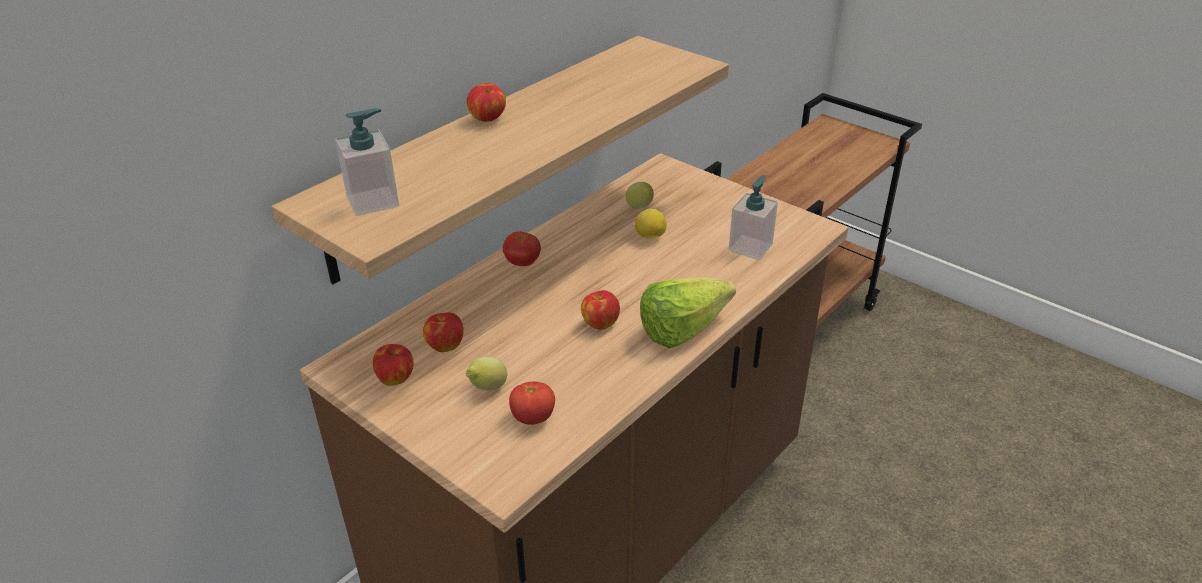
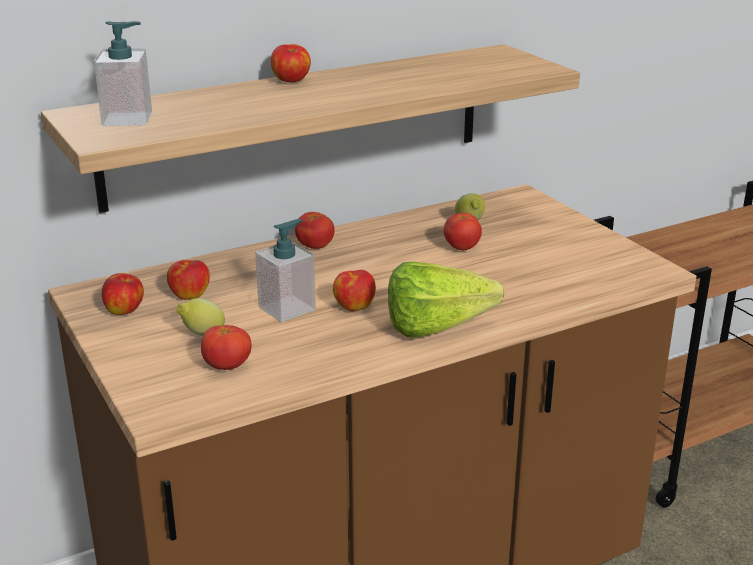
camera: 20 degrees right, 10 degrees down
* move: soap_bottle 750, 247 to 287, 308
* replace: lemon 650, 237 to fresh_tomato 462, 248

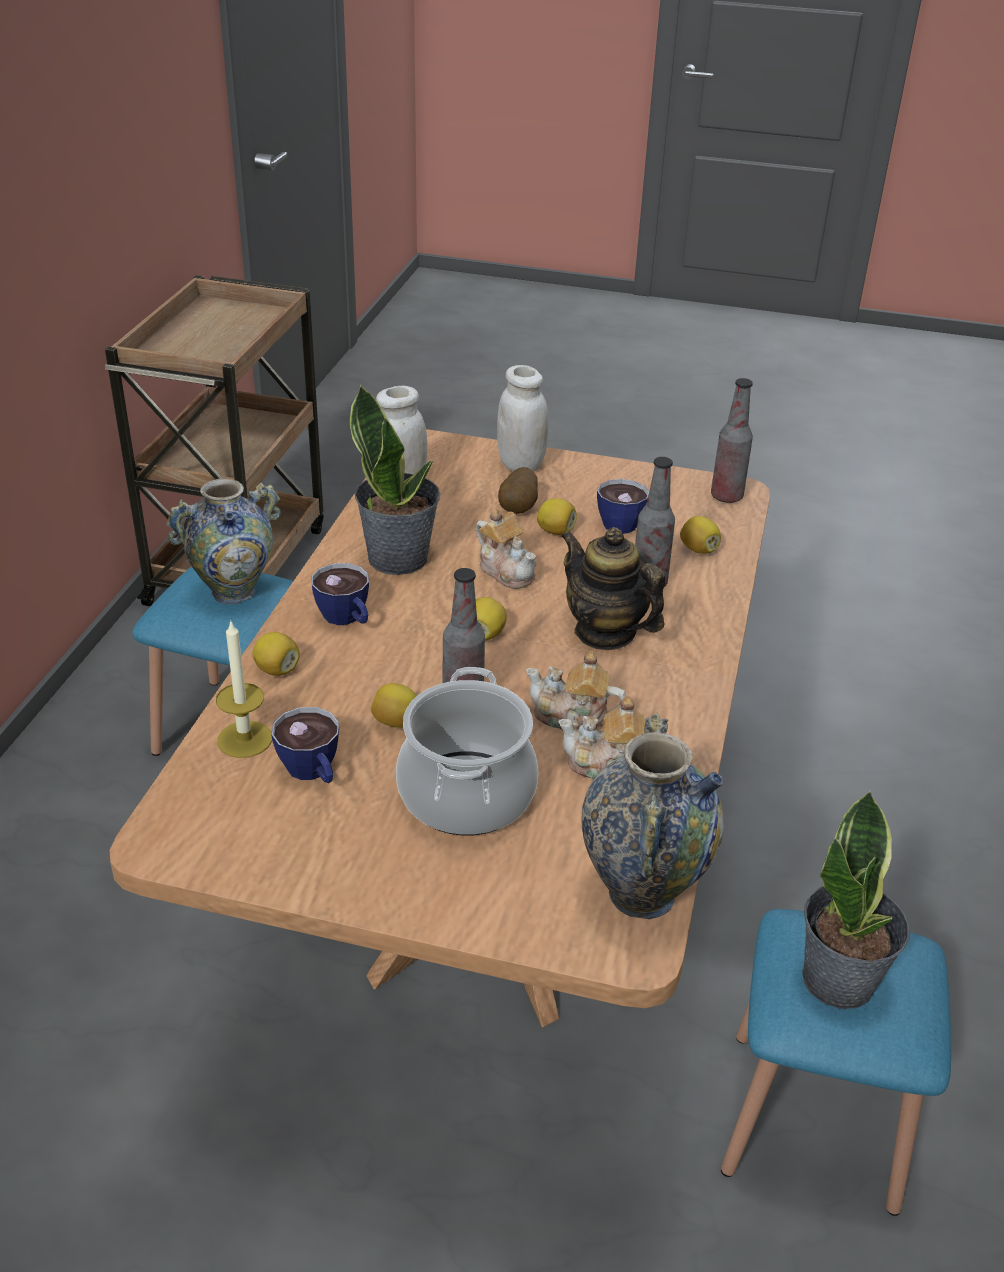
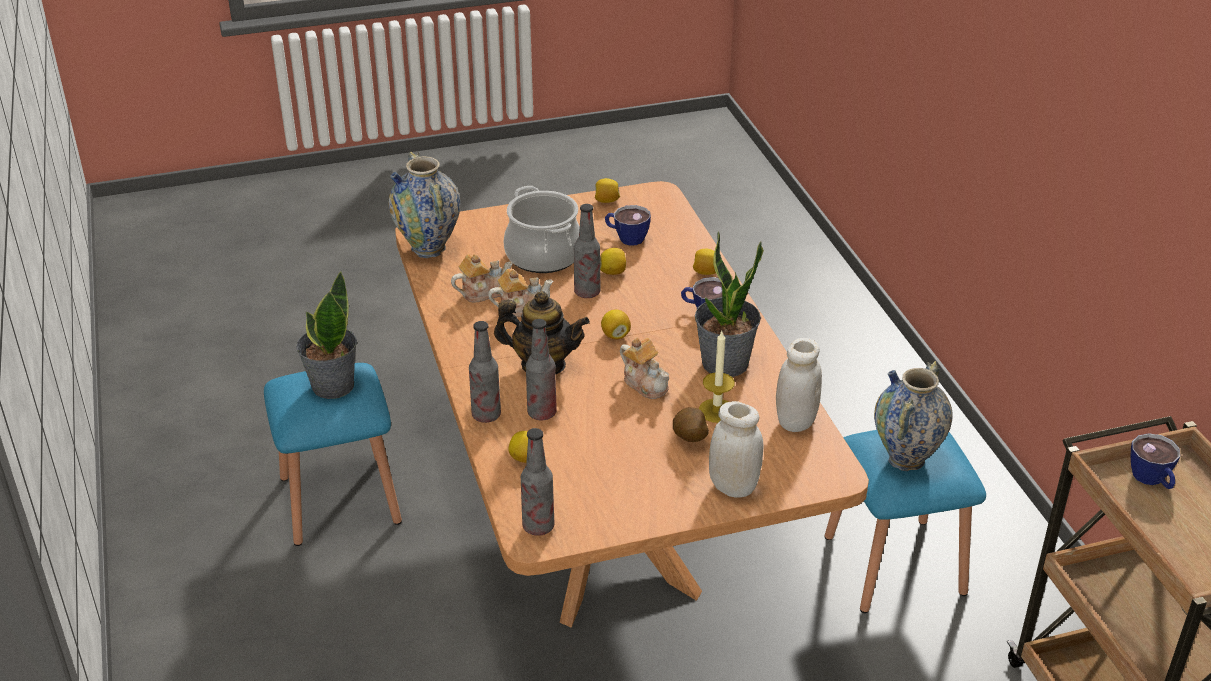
camera: 150 degrees right, 0 degrees up
* insert: beverage_bottle 486, 415
* move: lemon 556, 531 to 606, 201
* rotate: pot_for_tea 507, 570 = 645, 383 150 degrees counterclockwise
* move: wax_light 244, 739 to 717, 410
* move: drinking_cup 621, 521 to 1152, 480

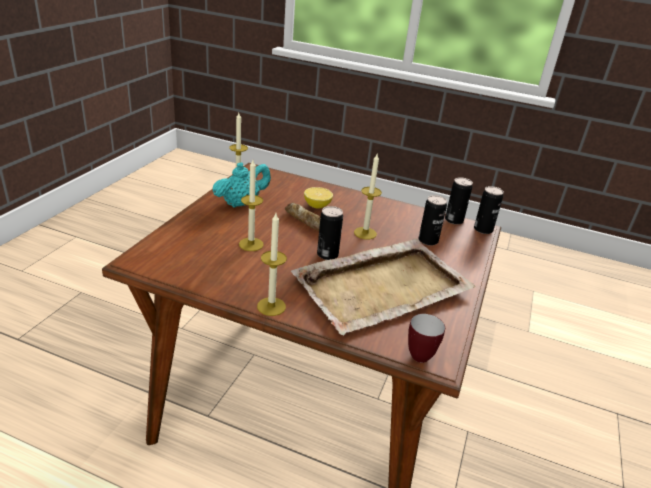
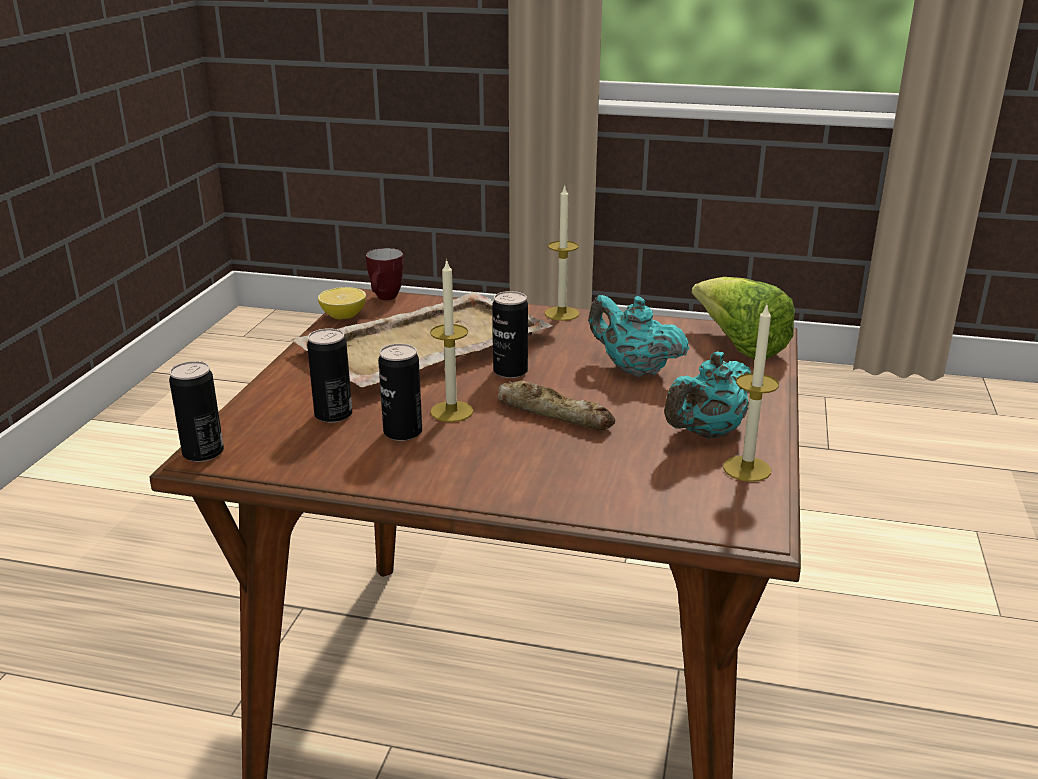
camera: 175 degrees right, 5 degrees down
* move: lemon 317, 206 to 343, 317
* move: sealed_can 454, 220 to 403, 432
* replace: wax_light 251, 244 to blue-green_pot_for_tea 634, 370
* insert: lettuce_head 739, 346

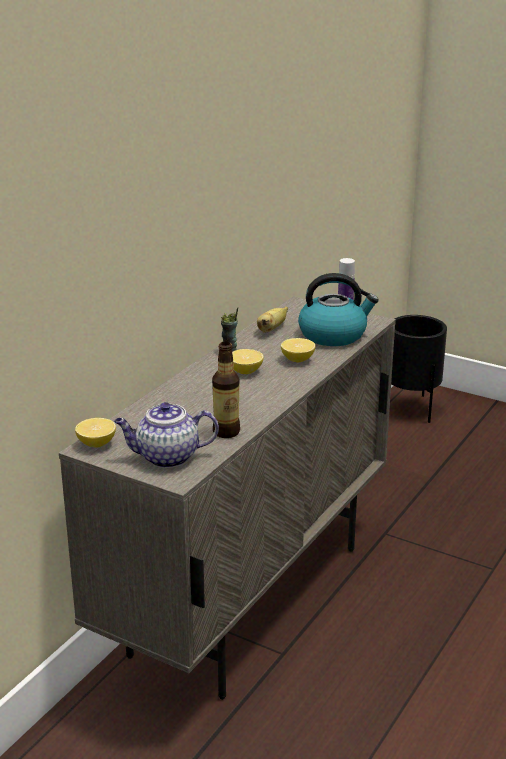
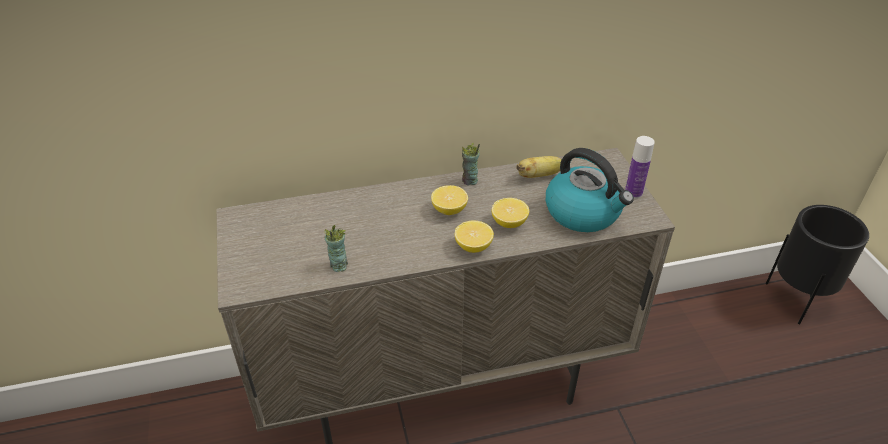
camera: 45 degrees right, 15 degrees up
* replace: beverage_bottle 226, 432 to drinking_cup 338, 265
* move: lemon 97, 444 to 473, 247
* delete: pot_for_tea 166, 457

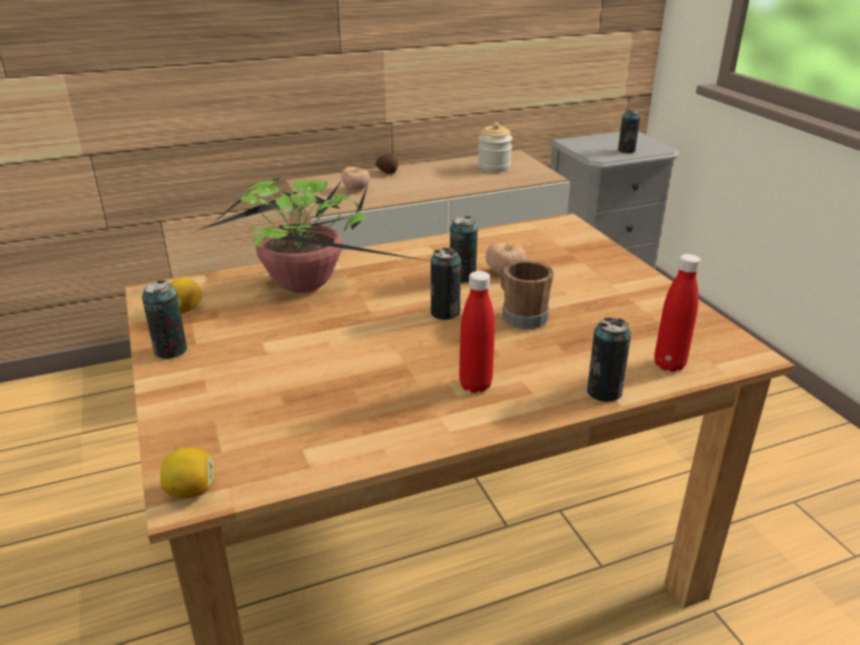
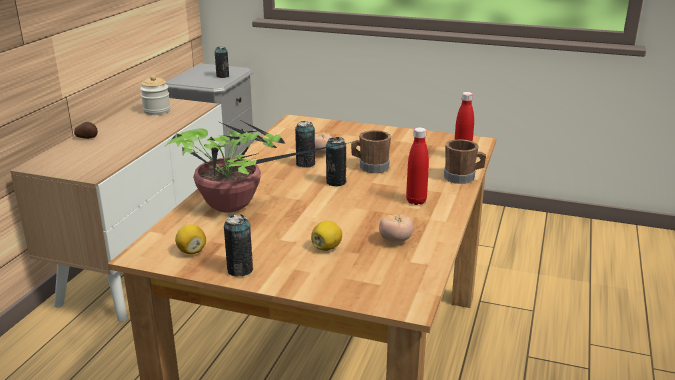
camera: 50 degrees left, 5 degrees down
* move: lemon 191, 490 to 327, 247
* move: fresh_tomato 356, 189 to 395, 240
* replace: sealed_can 604, 392 to brown-coloured_tea_mug 463, 178

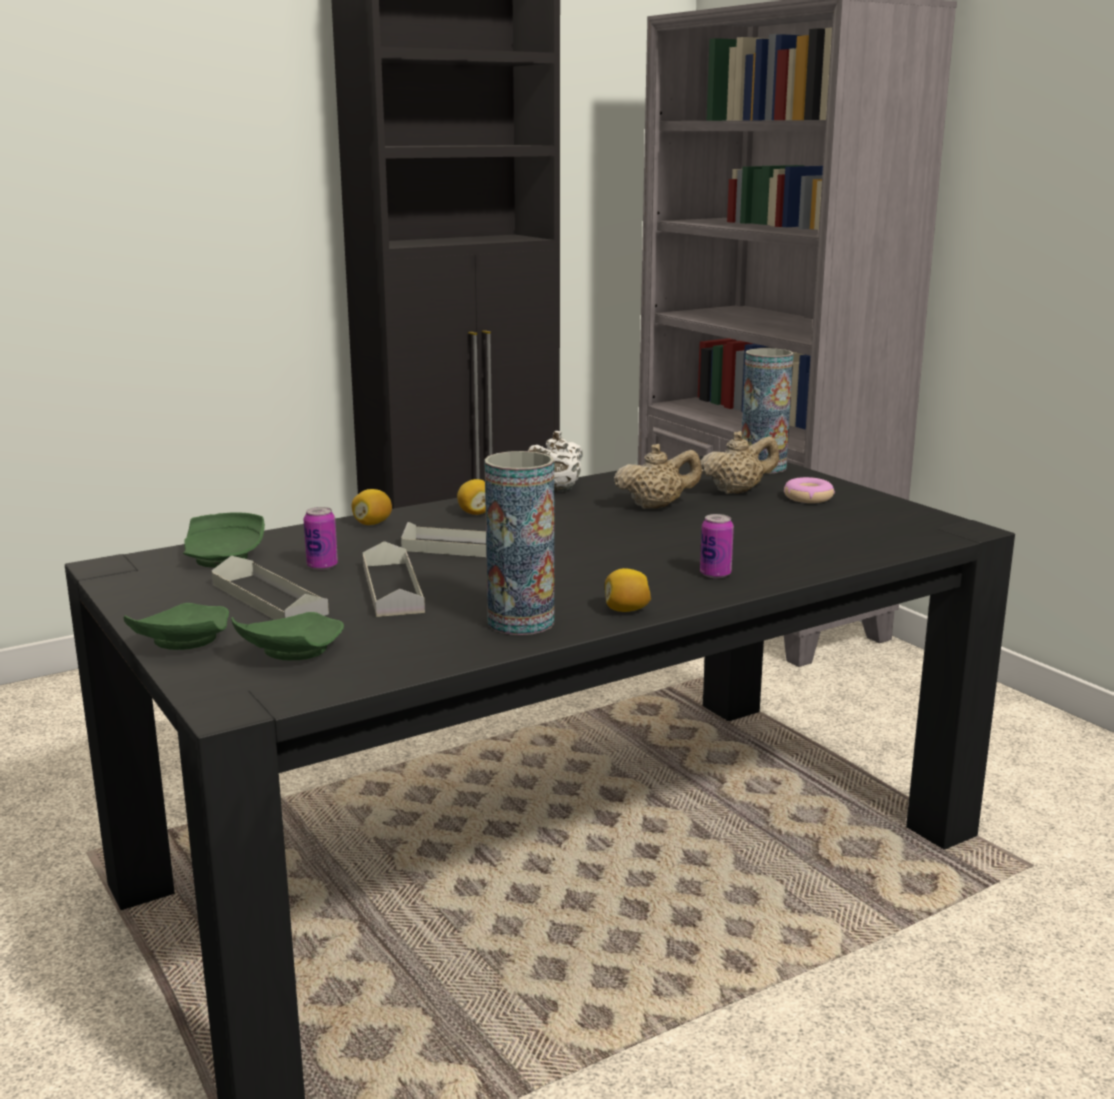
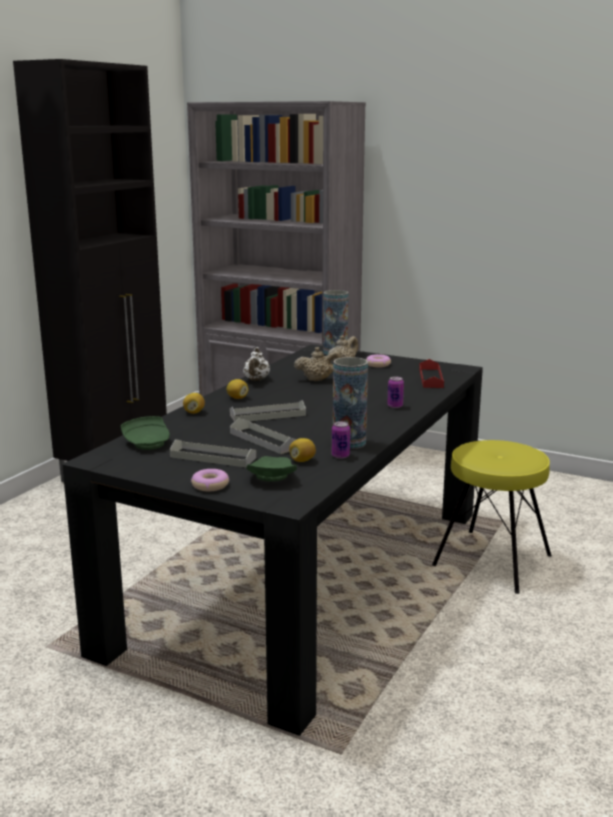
camera: 30 degrees left, 0 degrees up
* replace: greenish_dinner_plate 181, 643 to doughnut 210, 485
* move: lemon 626, 610 to 302, 460
* rotate: beige-coloured_pot_for_tea 656, 506 = 318, 380 45 degrees clockwise
* move: sealed_can 322, 566 to 340, 456
* insert: reddish_serving_tray 431, 378
* insert: yellow_sitting_stool 492, 561

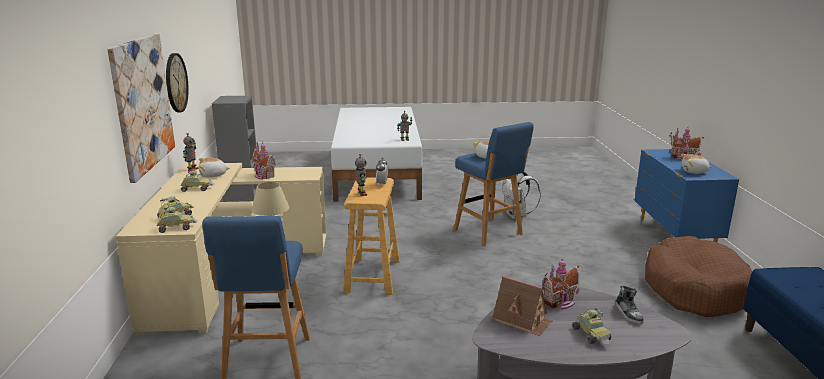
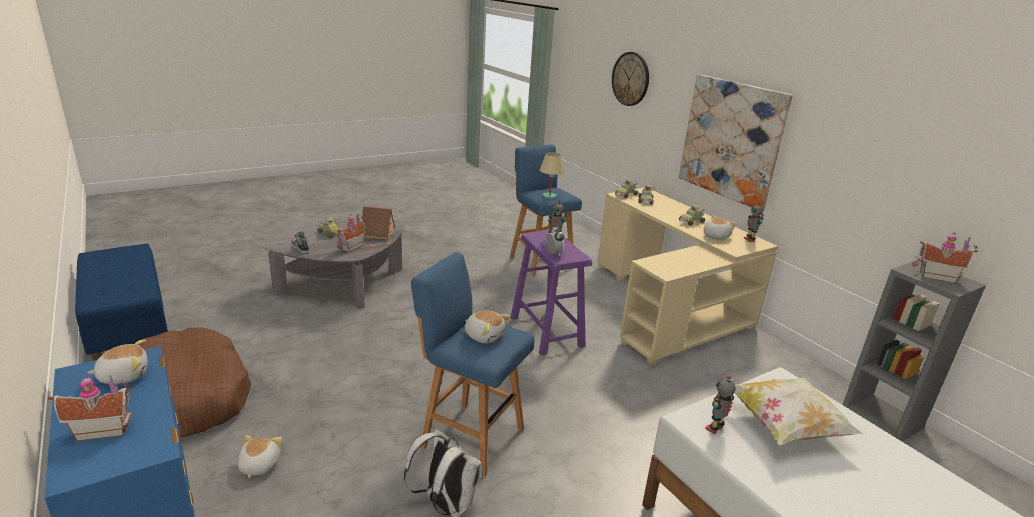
camera: 150 degrees right, 5 degrees up
* insert: plush_toy 258, 465
* recolor: beige-coloured_sitting_stool 372, 276 to purplish_sitting_stool 546, 331
* move: wall_clock 176, 83 to 630, 79
* insert: pillow 786, 427
* move: miniature_house 263, 176 to 935, 276

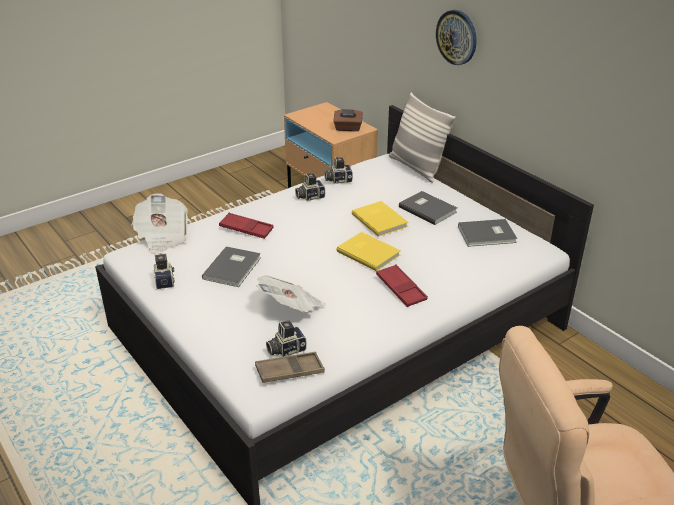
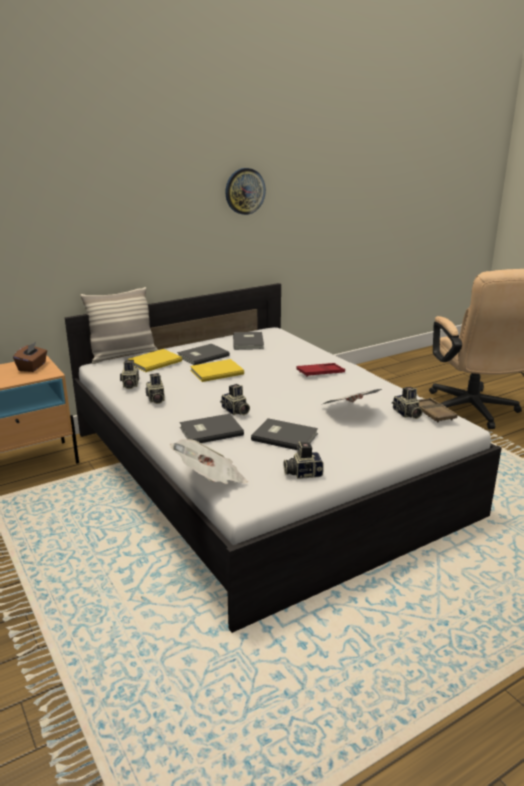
camera: 85 degrees left, 10 degrees down
* move: yellow_volume 368, 252 to 153, 362
* replace: reddish_serving_tray 246, 229 to greyish_volume 210, 430
* insert: photo_camera 235, 411
* move: wall_clock 457, 37 to 244, 191

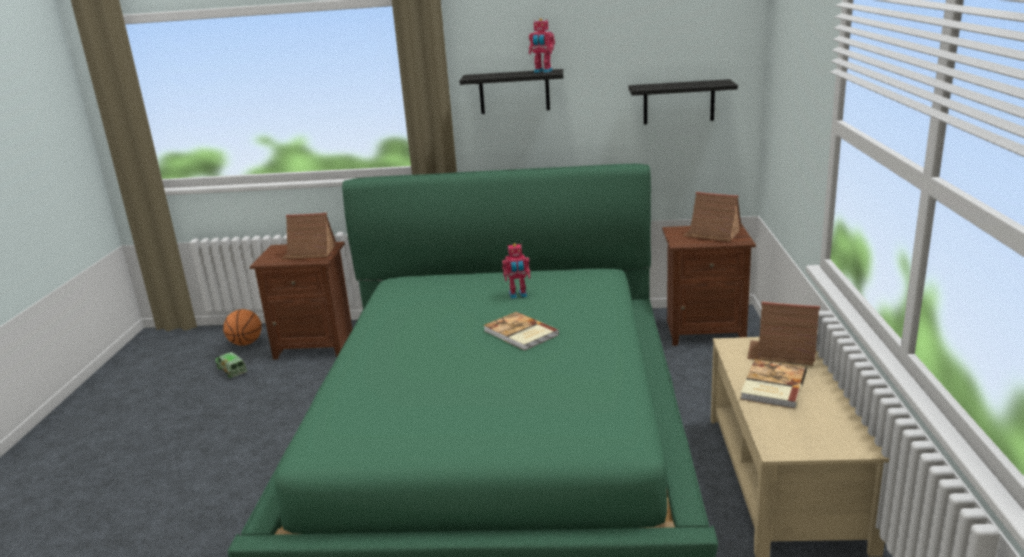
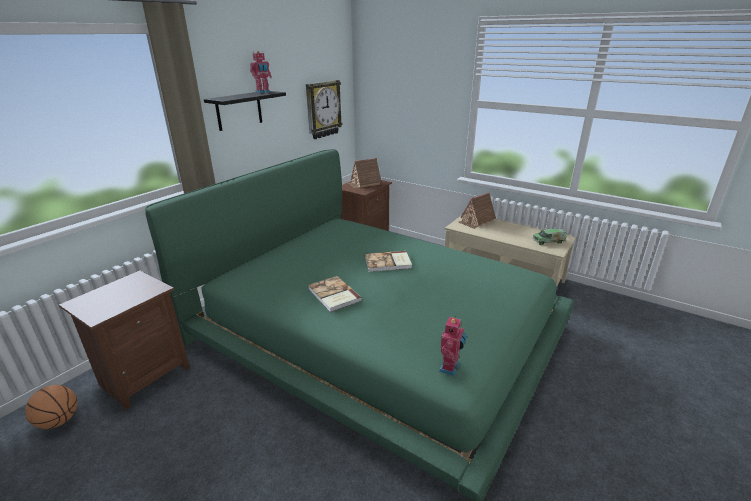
camera: 60 degrees left, 5 degrees up
* replace: black-coloured_shelf 678, 102 to wall_clock 323, 109
* move: volume 772, 386 to 333, 295
* move: model_robot 518, 295 to 450, 368
* move: toy_lorry 232, 370 to 548, 241
* delete: miniature_house 309, 253

